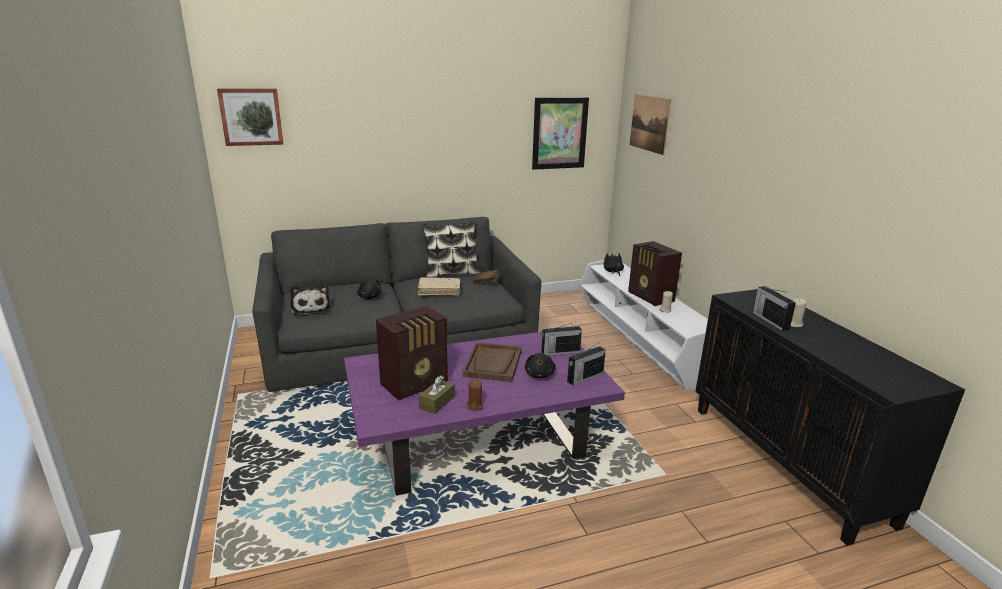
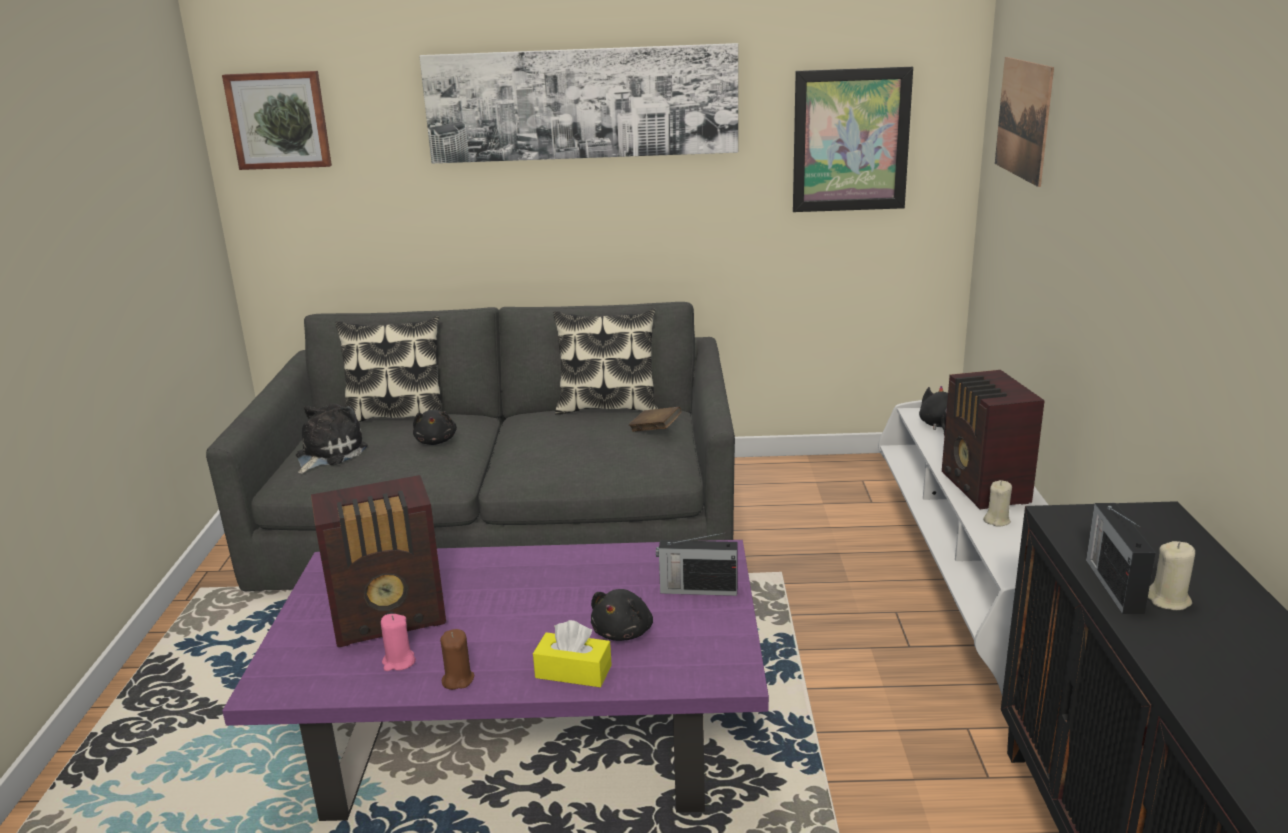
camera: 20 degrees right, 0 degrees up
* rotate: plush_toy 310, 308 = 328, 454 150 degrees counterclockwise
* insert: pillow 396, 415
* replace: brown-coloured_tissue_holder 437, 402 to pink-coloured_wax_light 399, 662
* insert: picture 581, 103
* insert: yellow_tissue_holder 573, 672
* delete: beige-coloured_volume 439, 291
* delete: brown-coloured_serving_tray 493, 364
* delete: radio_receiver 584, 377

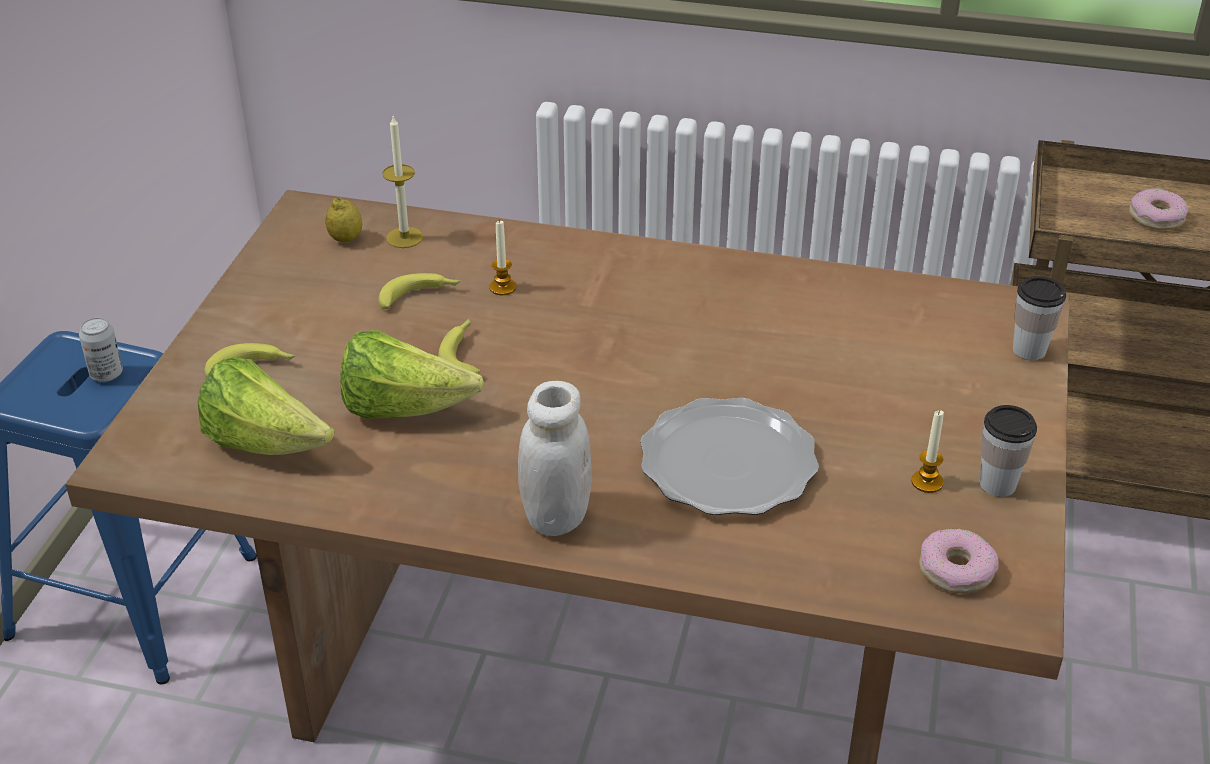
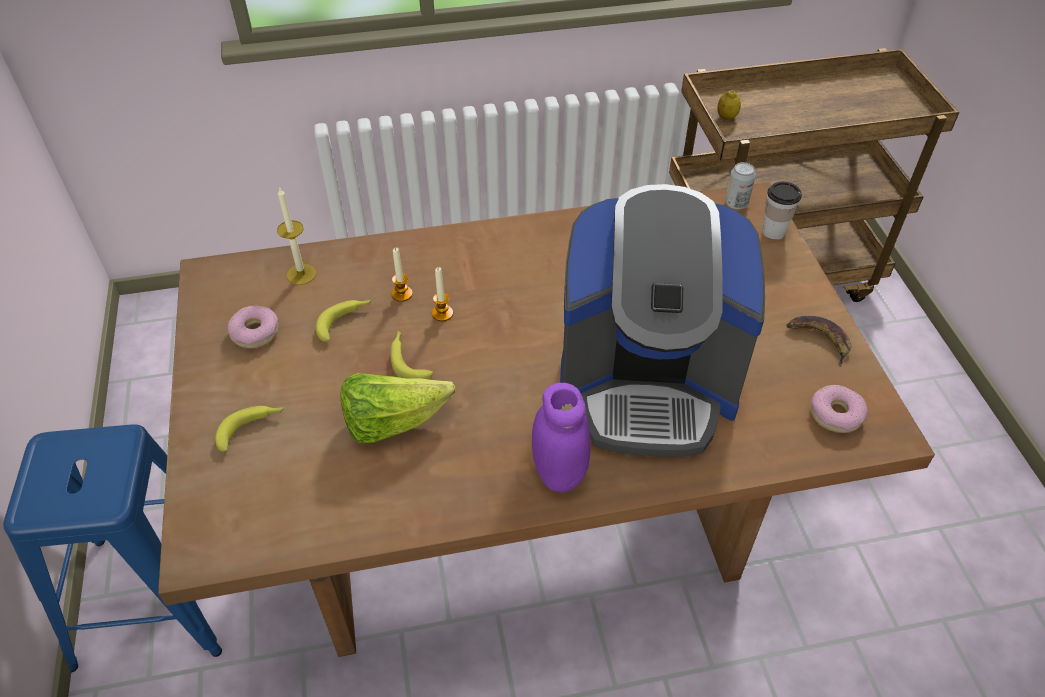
camera: 25 degrees left, 10 degrees up
* move: doughnut 1156, 217 to 255, 332
* move: wax_light 927, 482 to 442, 313
* recolor: white-coloured_storage_jar 556, 516 to purplish_storage_jar 559, 473
* replace: dinner_plate 729, 463 to coffee_maker 647, 385
* move: lemon 346, 239 to 726, 117
* move: sealed_can 106, 374 to 736, 203
* replace: drinking_cup 997, 484 to whole_banana 819, 339
* delete: lettuce_head 265, 443

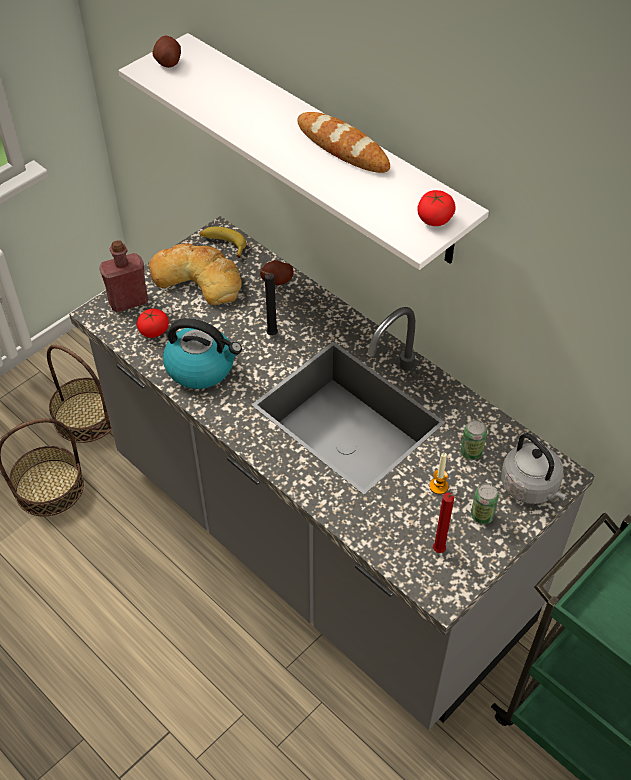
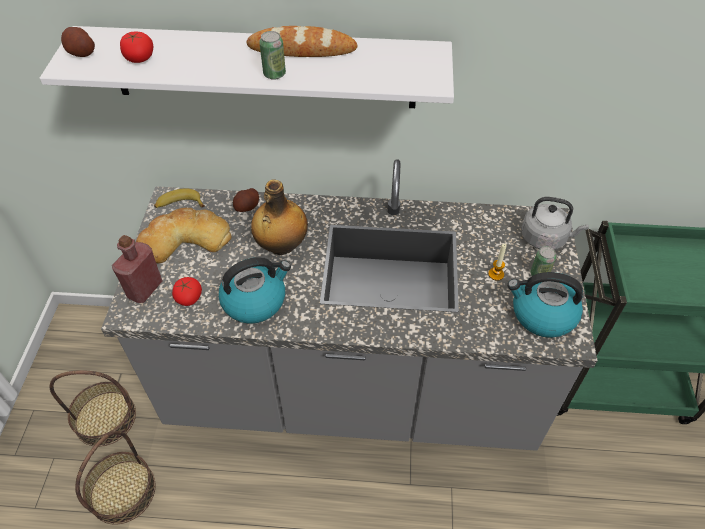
camera: 40 degrees left, 0 degrees up
* move: fresh_tomato 434, 219 to 139, 58
* replace: black-coloured_wax_light 270, 334 to beverage_bottle 281, 246
* move: sealed_can 471, 452 to 274, 74
* replace: reddish_wax_light 440, 551 to kettle 542, 315

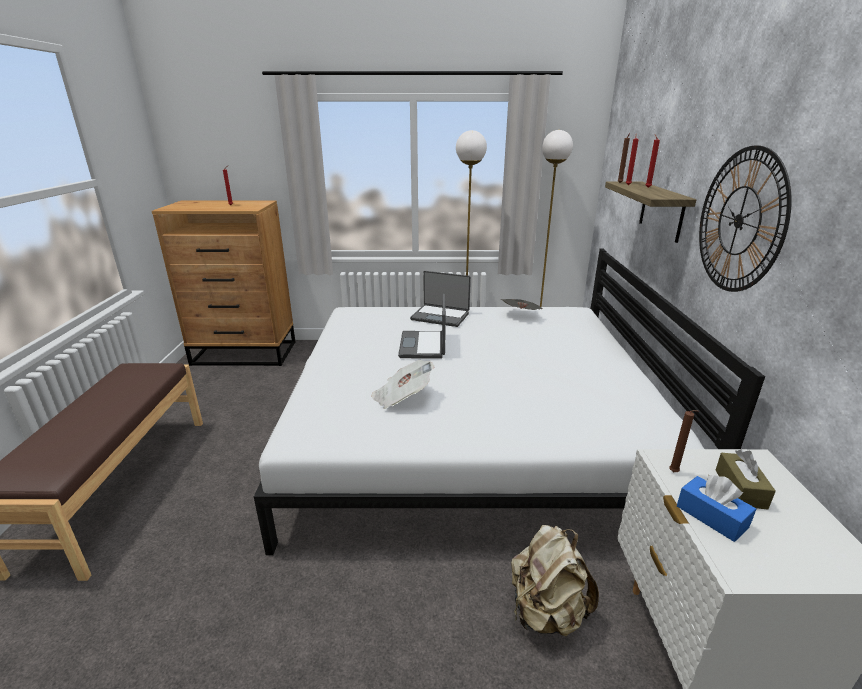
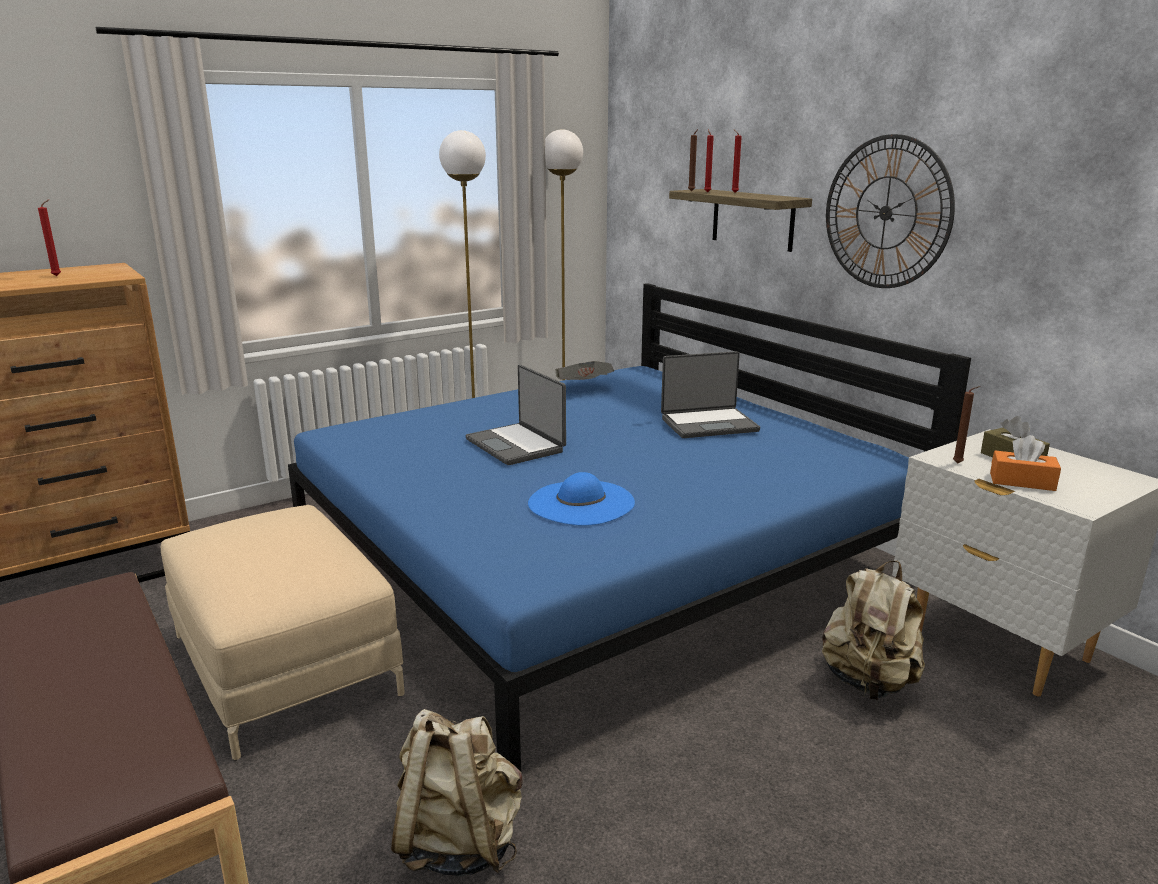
camera: 35 degrees left, 5 degrees down
* insert: beige-coloured_ottoman 286, 663
* recolor: white-coloured_bed 471, 432 to blue_bed 601, 557
* insert: beige-coloured_rucksack 459, 842
* replace: printed_paper 402, 397 to blue_wearable_hat 581, 502
* move: laptop 440, 316 to 708, 424
* recolor: blue_tissue_holder 711, 516 to orangey_tissue_holder 1022, 481

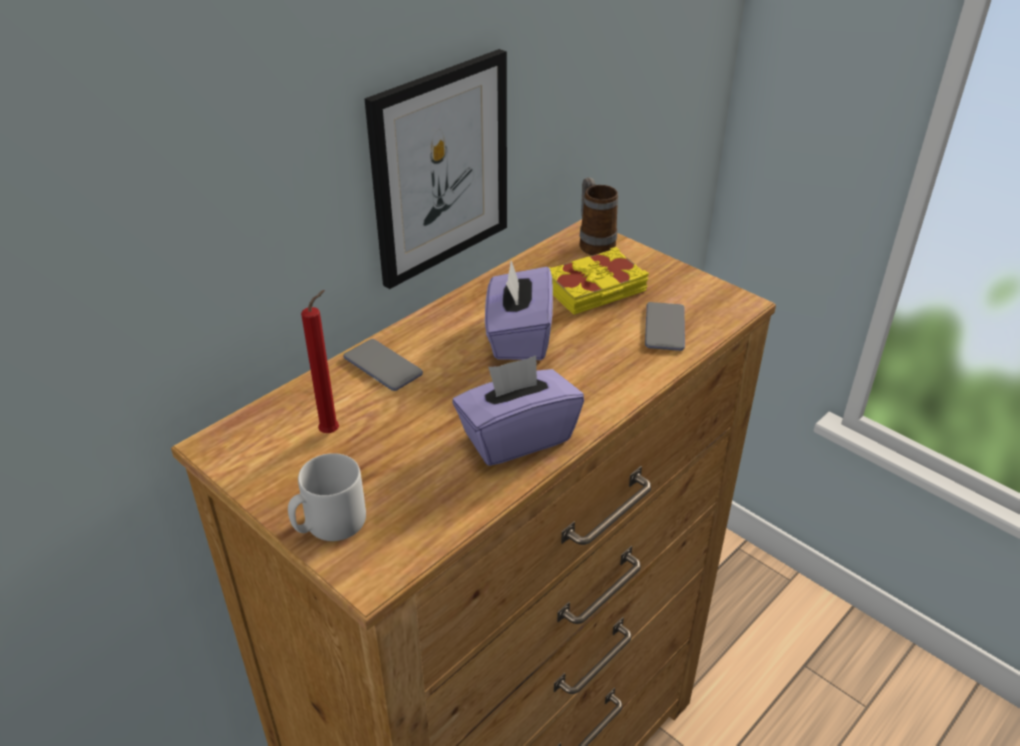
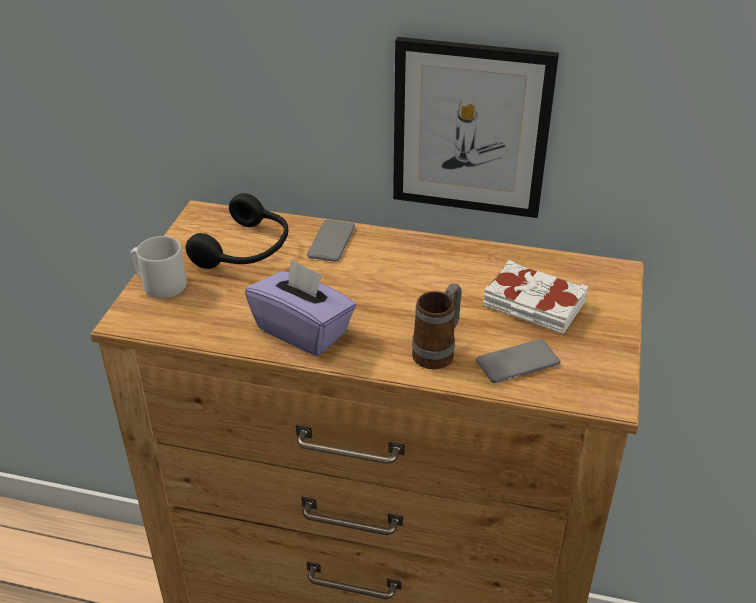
camera: 60 degrees right, 0 degrees up
* replace: reddish_wax_light 332, 431 to black-coloured_headset 246, 250
* move: tea_mug 594, 243 to 438, 351
* recolor: yellow_volume 595, 289 to white-coloured_volume 533, 305
* delete: purplish_tissue_holder 518, 337

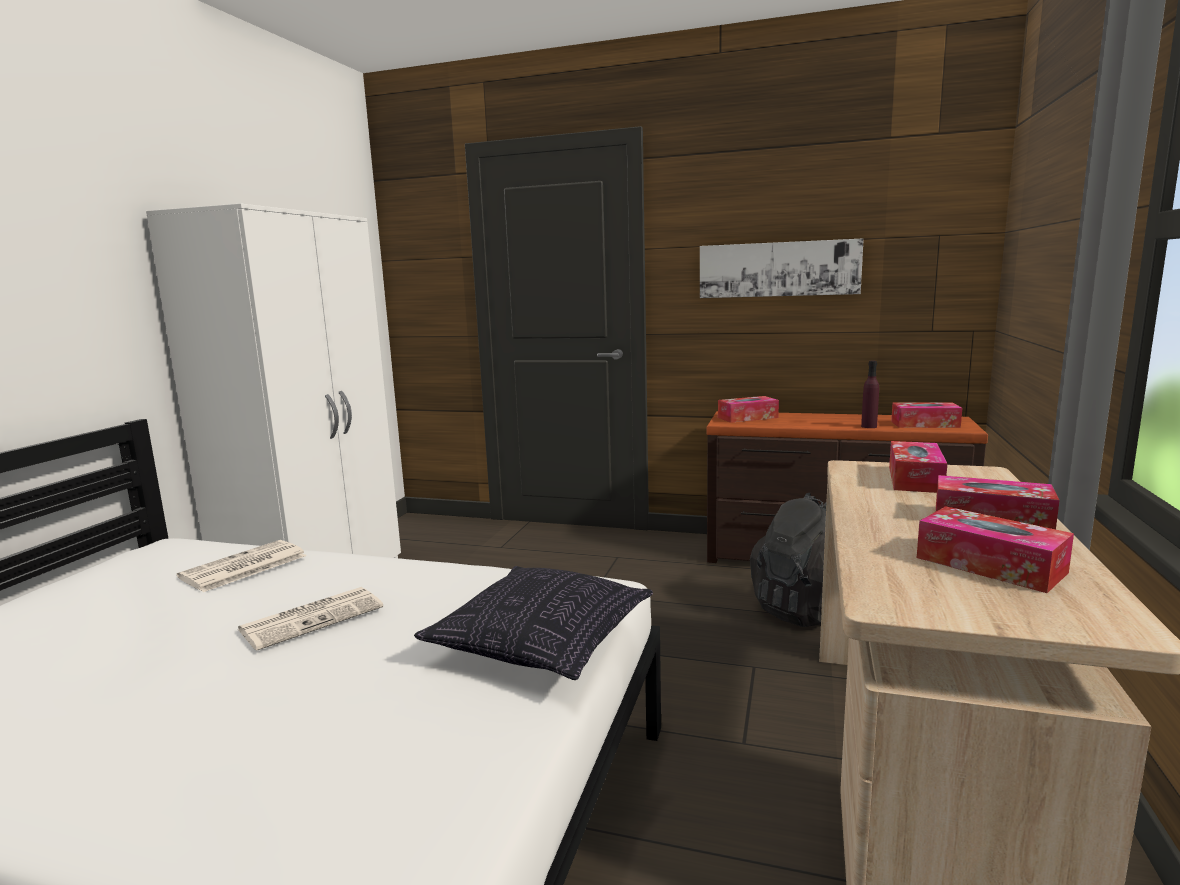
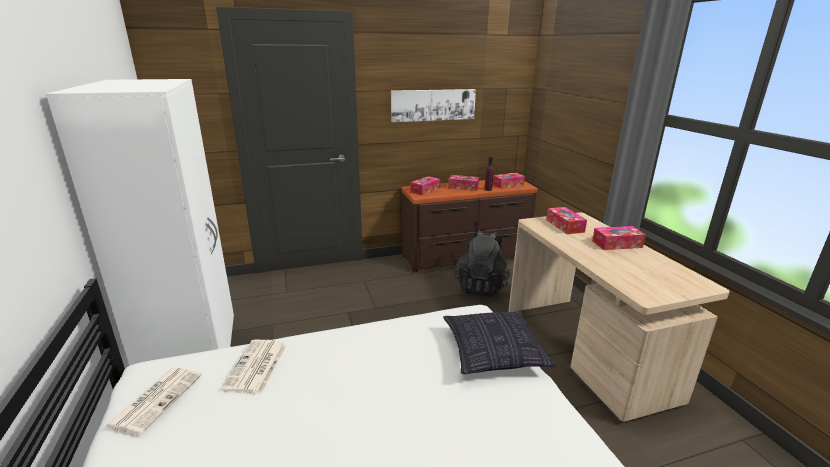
camera: 35 degrees left, 10 degrees up
* move: printed_paper 313, 618 to 157, 398
* move: tissue_holder 990, 565 to 463, 187

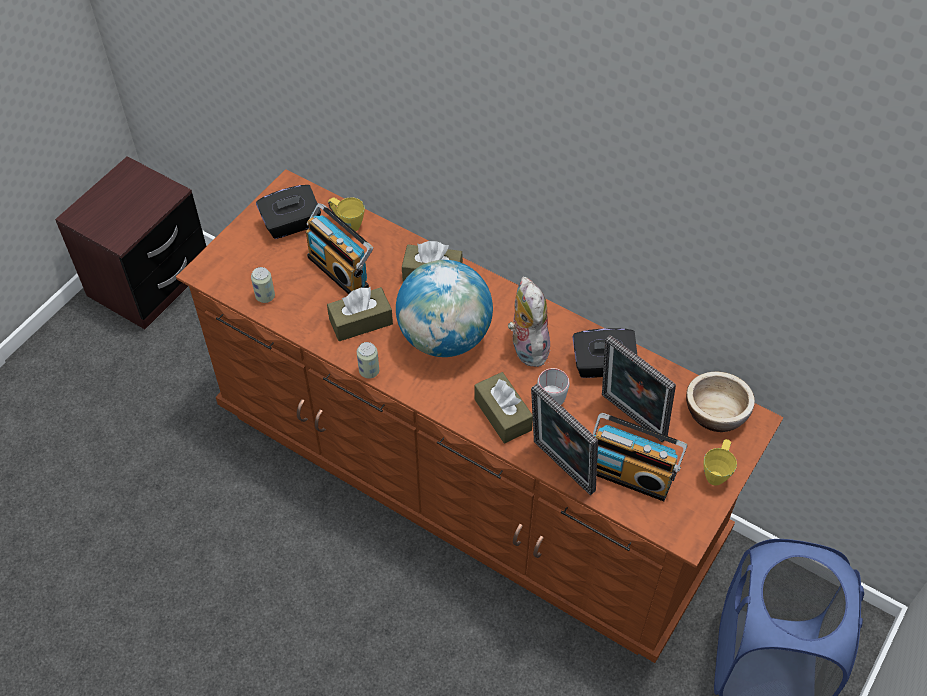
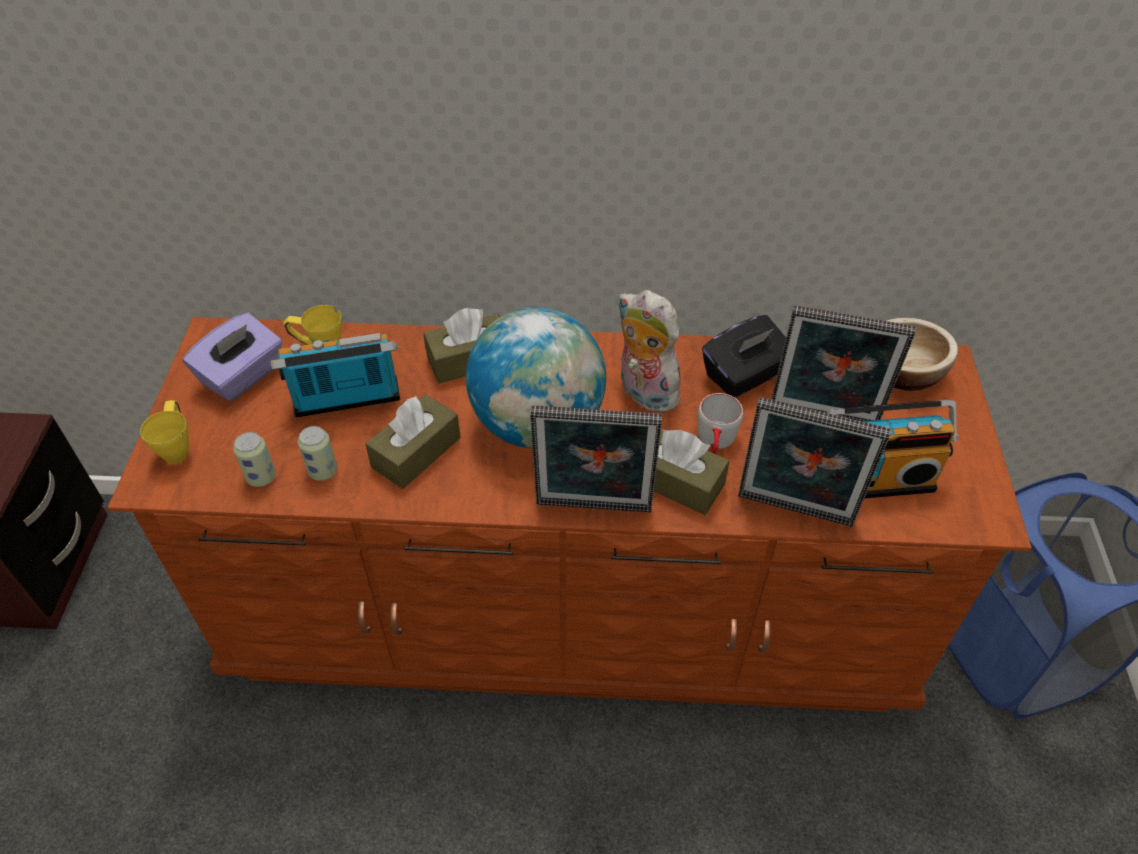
camera: 30 degrees left, 5 degrees down
* move: yellow_tea_mug 716, 472 to 178, 447
* recolor: black-coloured_tissue_holder 291, 224 to purplish_tissue_holder 243, 376
* rotate: radio_receiver 341, 270 = 347, 402 150 degrees clockwise
* move: sealed_can 369, 371 to 323, 471
* insert: picture_frame 593, 510

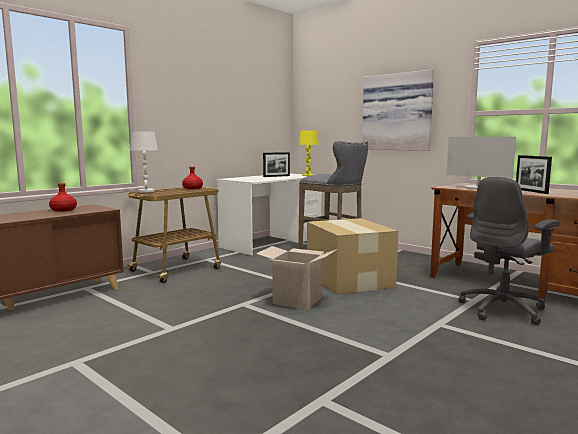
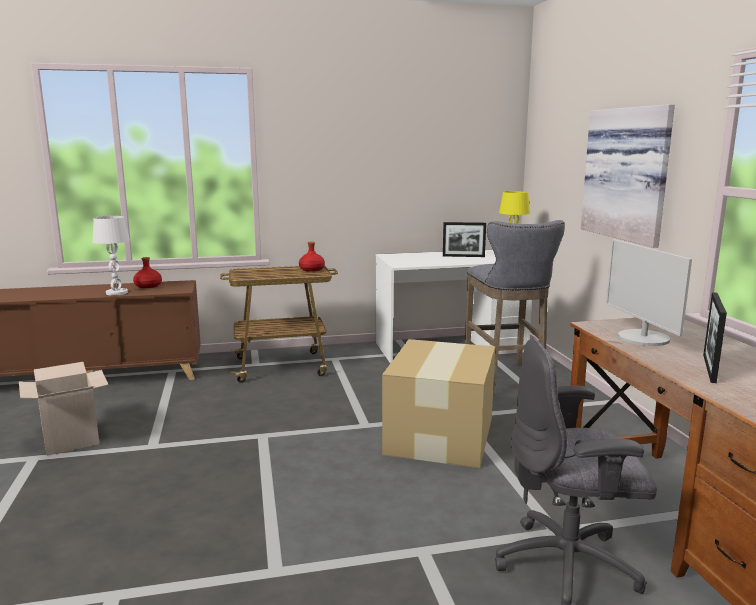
camera: 35 degrees right, 5 degrees up
* move: packing_box 297, 301 to 71, 439
* move: white-coloured_lamp_for_a_table 146, 191 to 117, 293

